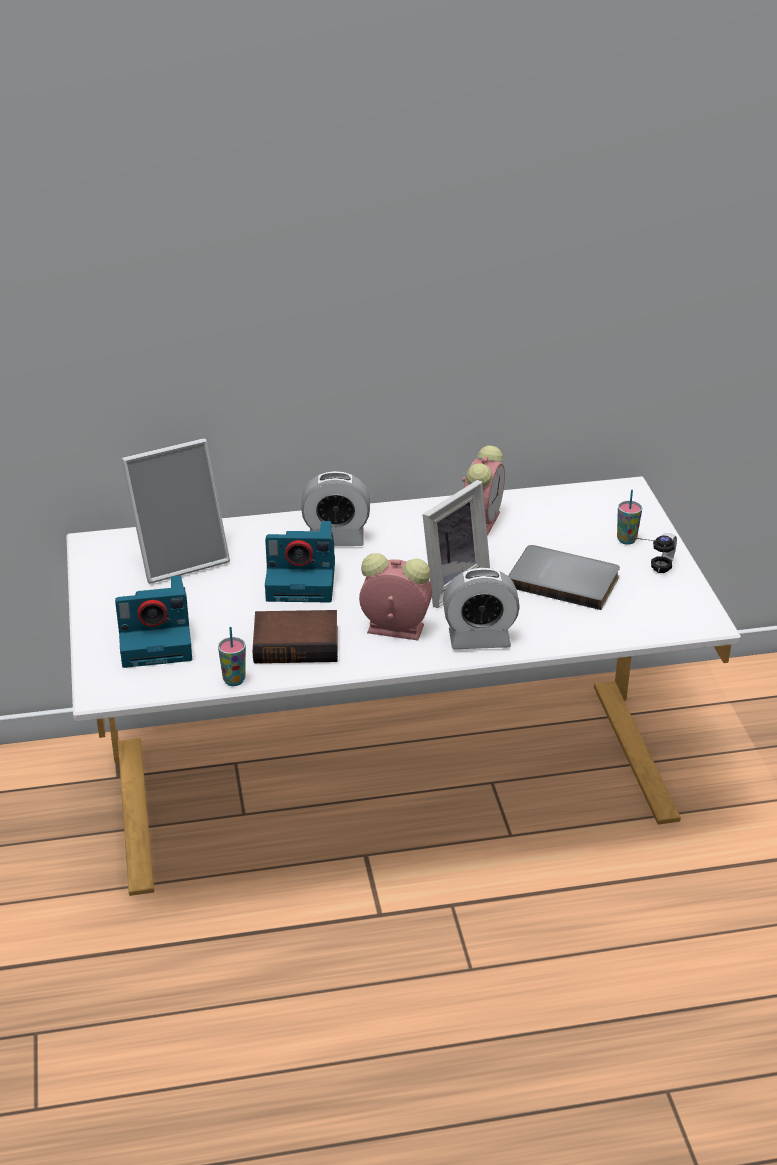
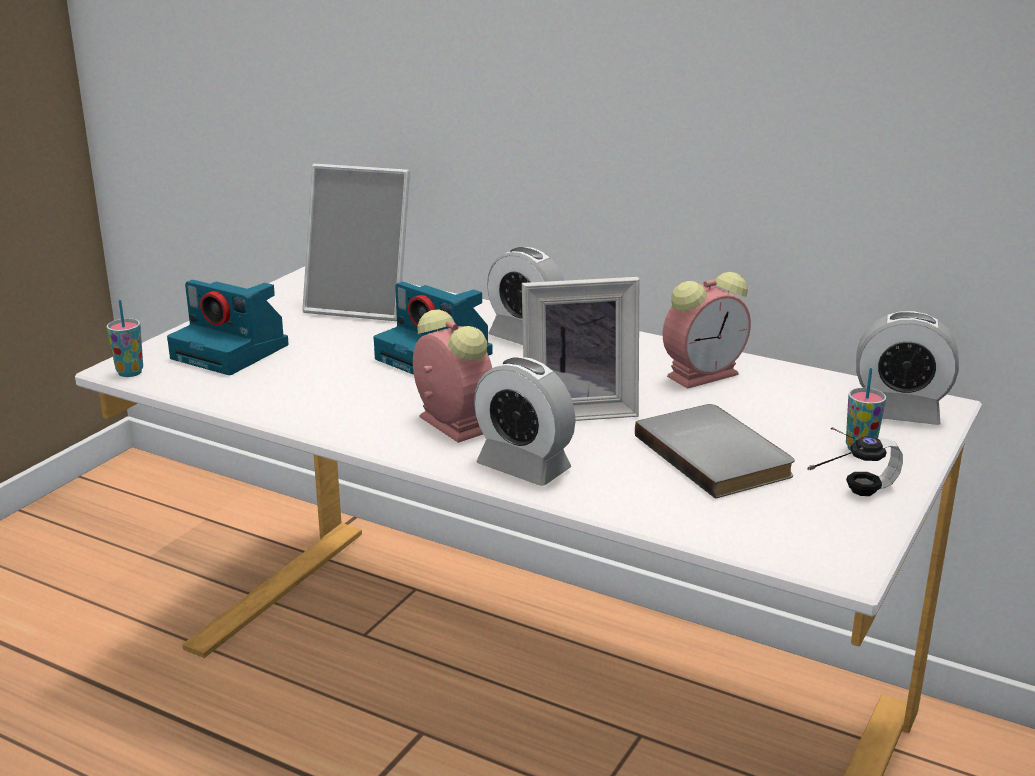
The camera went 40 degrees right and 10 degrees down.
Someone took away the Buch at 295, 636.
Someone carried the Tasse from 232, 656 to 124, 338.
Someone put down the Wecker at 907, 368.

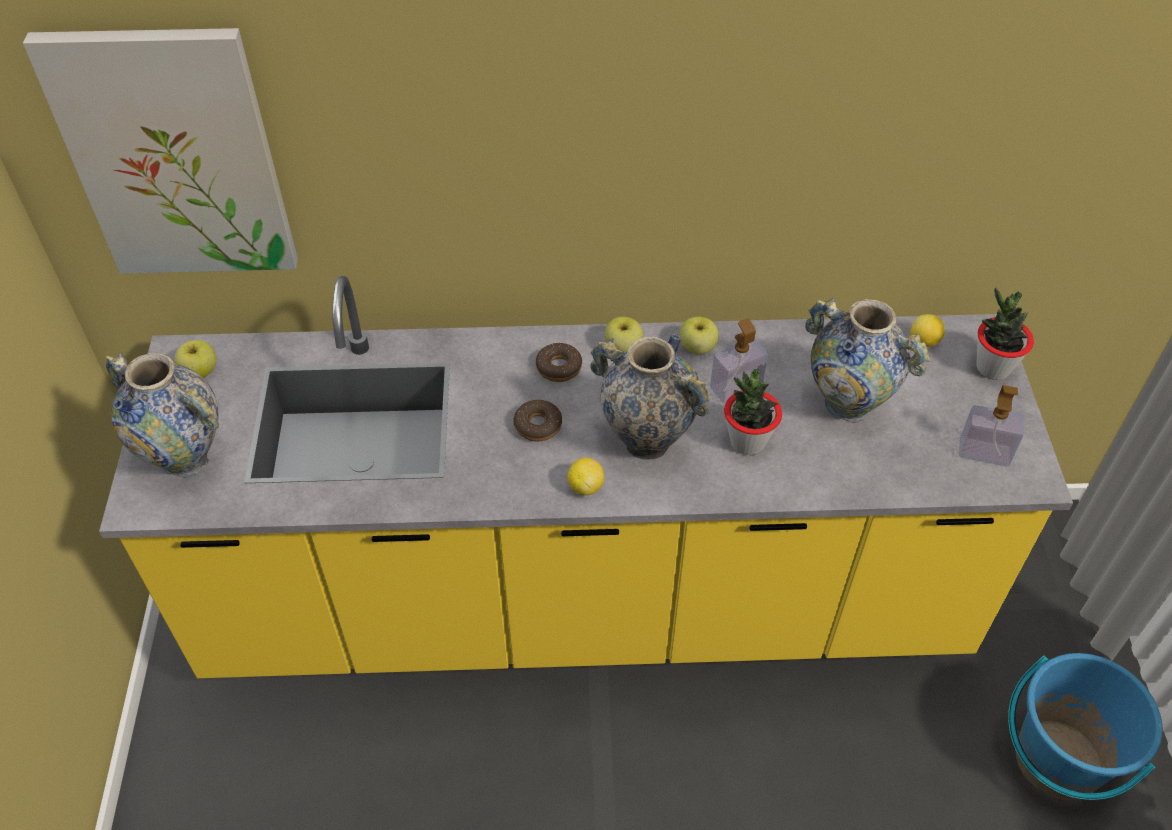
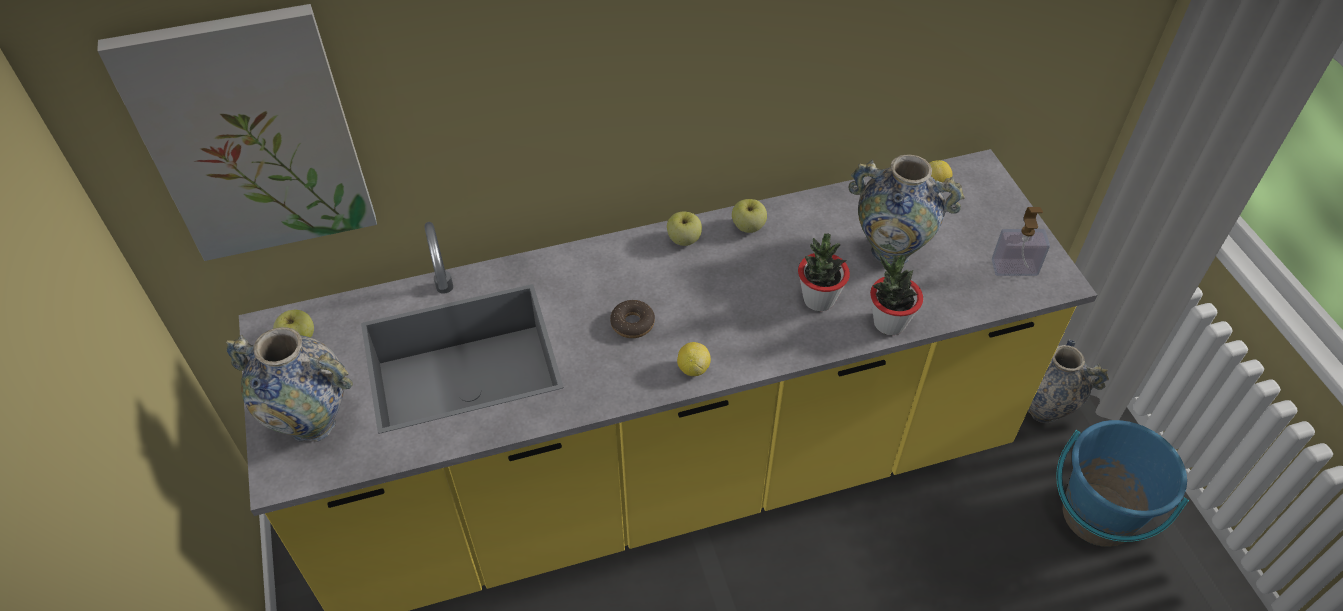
The camera went 15 degrees left and 0 degrees up.
Someone carried the Topfpflanze from 1005, 334 to 896, 295.
Someone took away the Seifenspender at 739, 360.
Someone carried the Vase from 650, 397 to 1068, 381.
Someone took away the Donut at 559, 362.

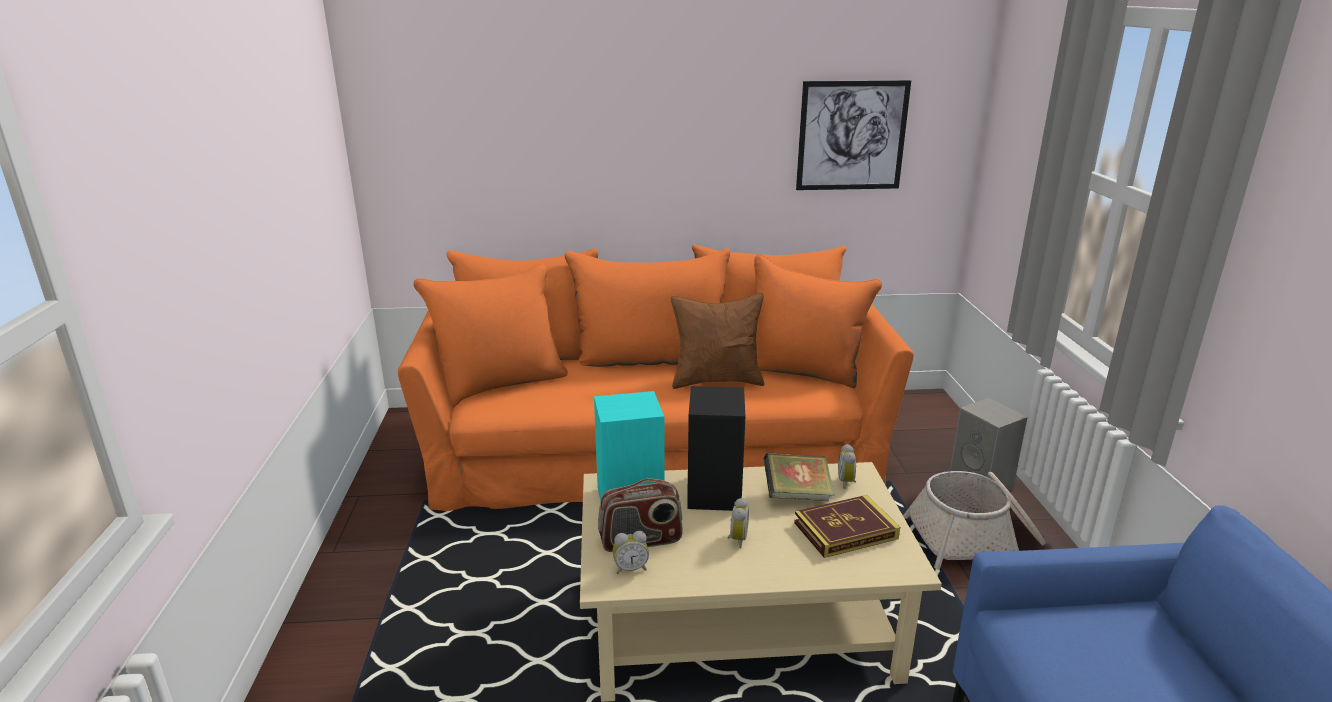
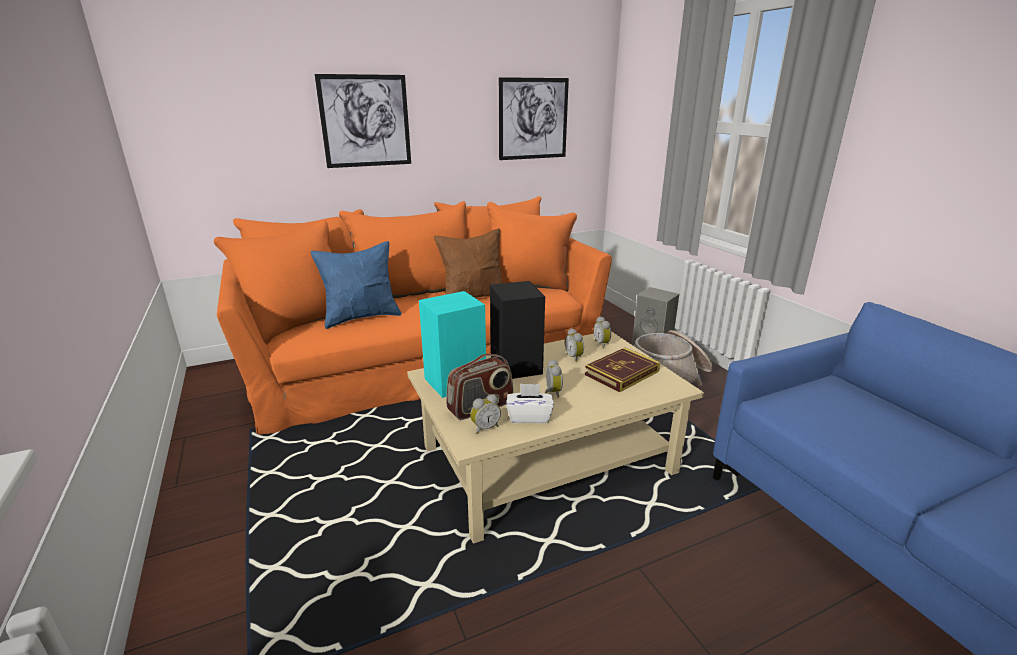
The camera went 20 degrees left and 0 degrees up.
Someone swapped the Buch at 799, 477 for the Wecker at 574, 345.
Someone put up the Bild at 363, 121.
Someone put down the Kissen (blau) at 356, 285.
Someone put down the Taschentuchbox (weiß) at 530, 403.

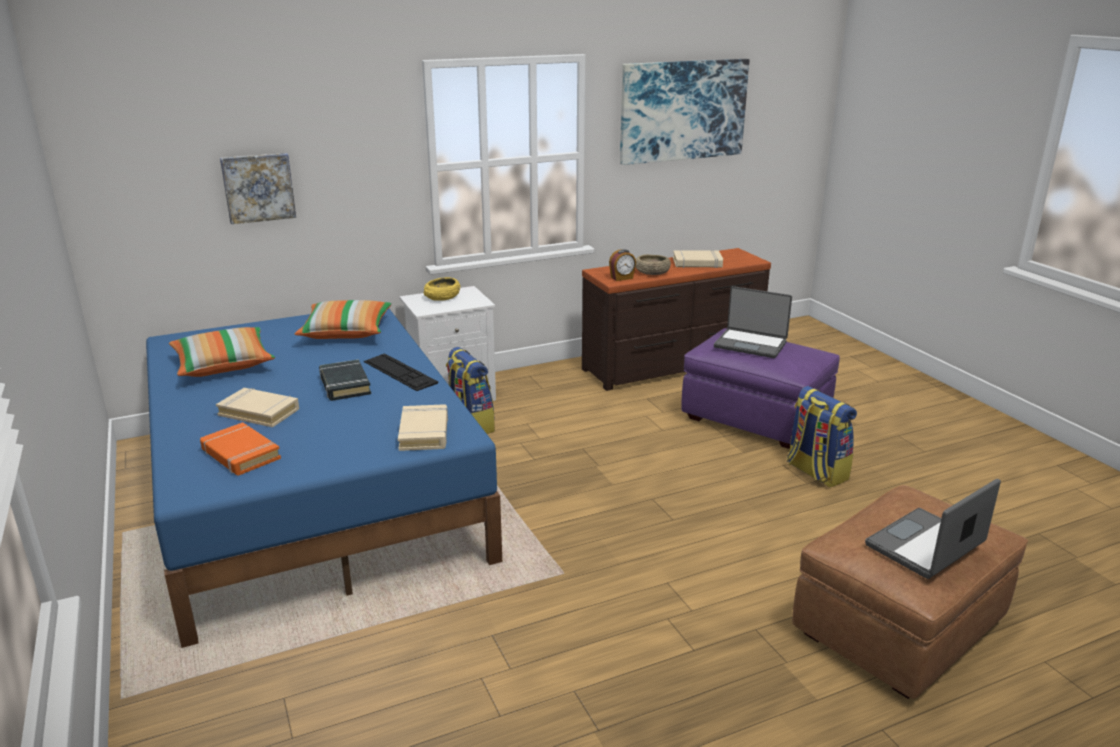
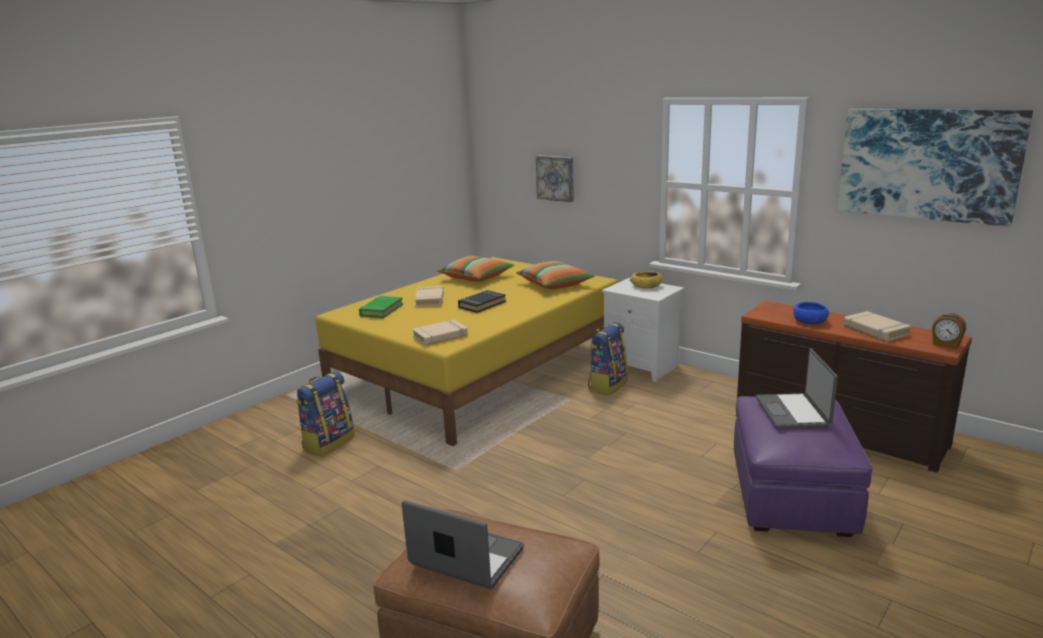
The camera went 65 degrees right and 5 degrees down.
Someone carried the Wecker from 622, 265 to 949, 331.
Someone repainted the Schüssel (beige) at 653, 264, which became the Schüssel (blau) at 811, 313.
Someone repainted the Bett (blau) at 324, 478, which became the Bett (gelb) at 467, 351.
Someone took away the Tastatur at 401, 372.
Someone carried the Rucksack from 822, 437 to 325, 414.
Someone repainted the Buch (orange) at 240, 449, which became the Buch (grün) at 381, 307.

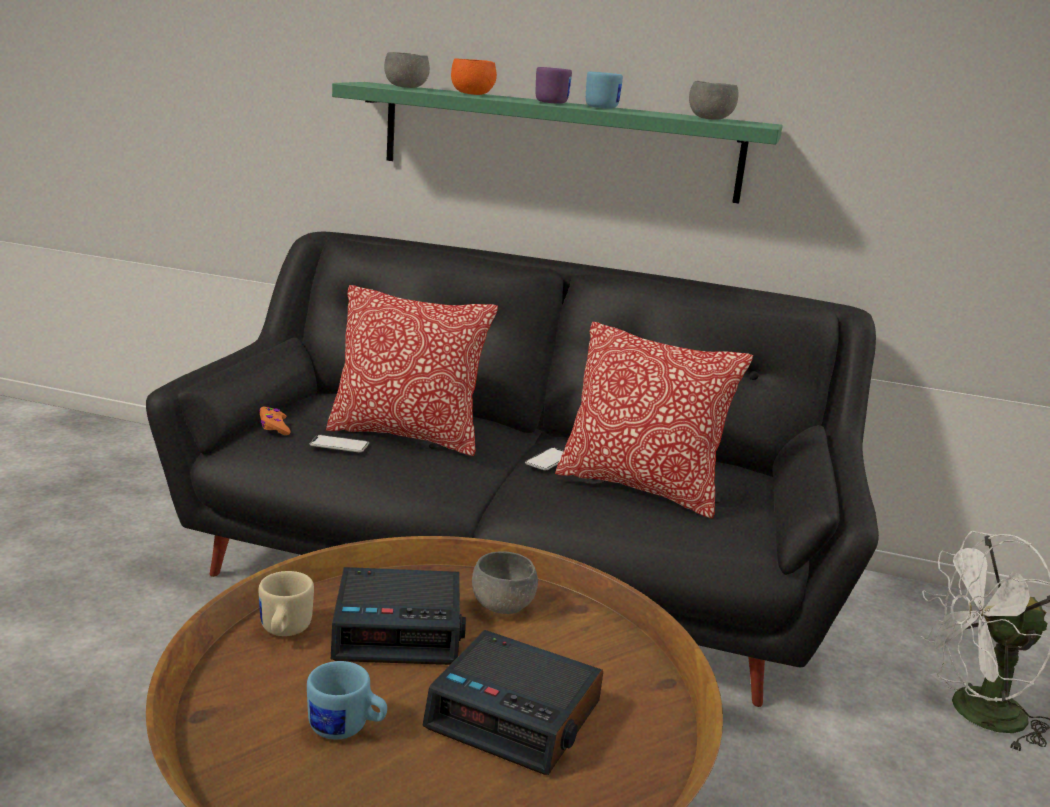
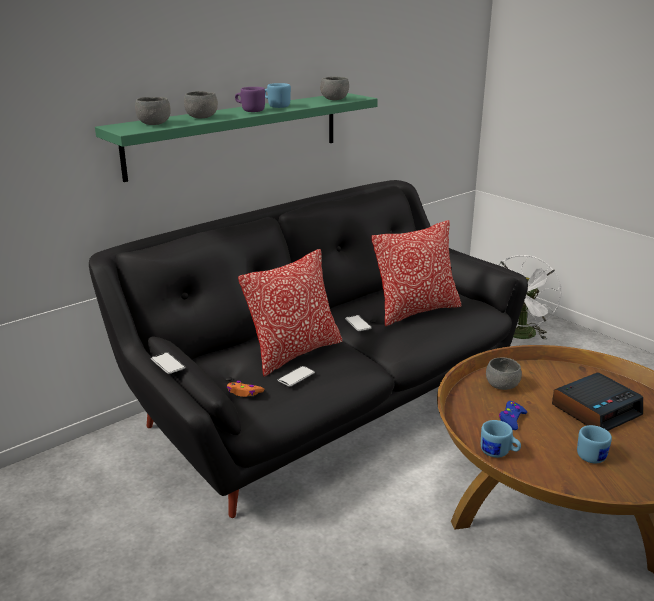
The camera went 55 degrees left and 5 degrees up.
Someone repainted the Schüssel (orange) at 474, 76, which became the Schüssel (grau) at 201, 104.
Someone swapped the Wecker at 398, 616 for the Gamepad (blau) at 513, 415.
Someone repainted the Henkelbecher (beige) at 286, 603, which became the Henkelbecher (blau) at 501, 439.
Someone put down the Handy at 168, 363.

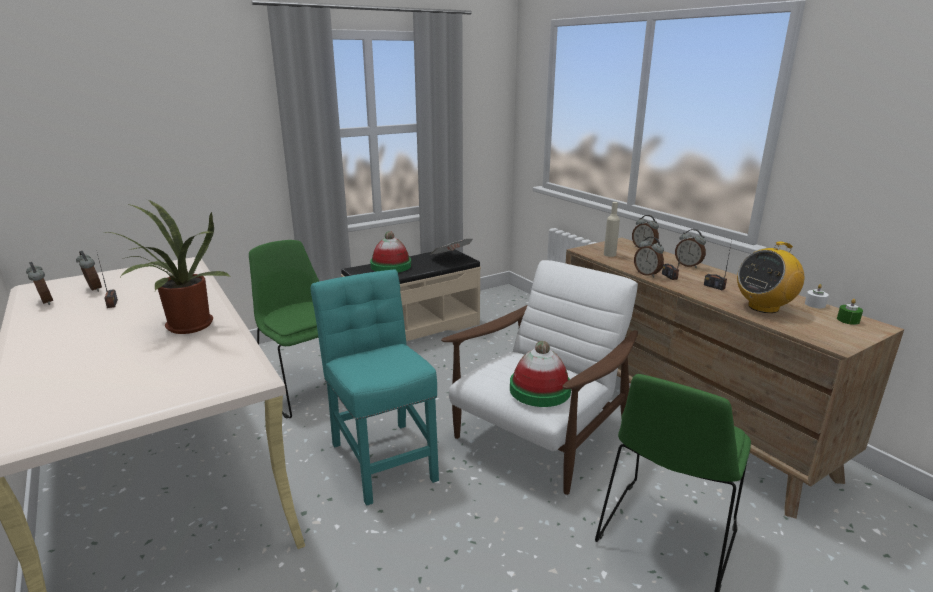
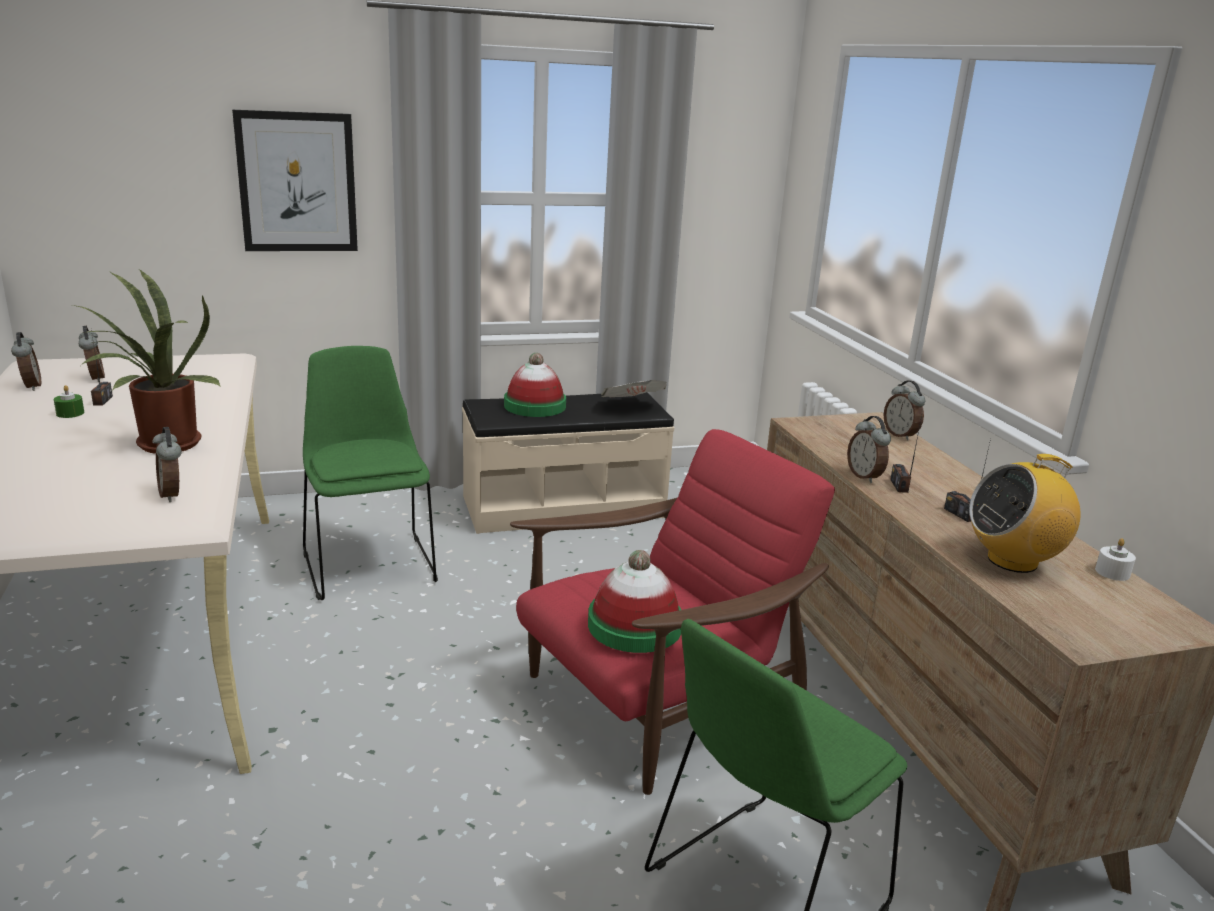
The camera went 15 degrees right and 0 degrees up.
Someone took away the Flasche (beige) at 612, 229.
Someone carried the Wecker from 690, 248 to 167, 464.
Someone repainted the Sessel (weiß) at 539, 377, which became the Sessel (rot) at 672, 612.
Someone took away the Stuhl (türkis) at 375, 388.
Someone carried the Kerze (grün) from 850, 312 to 69, 401.
Someone put up the Bild at 295, 180.

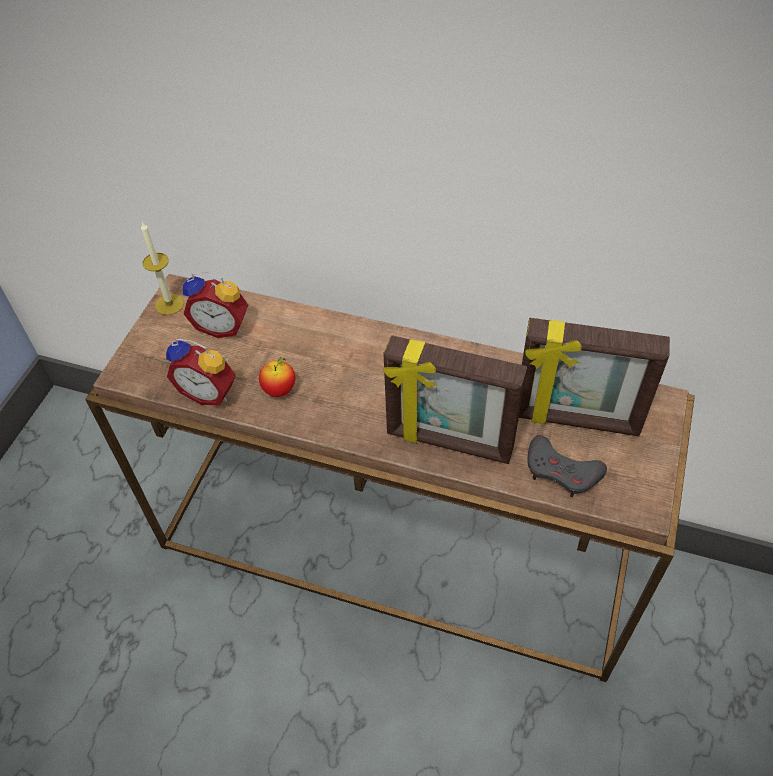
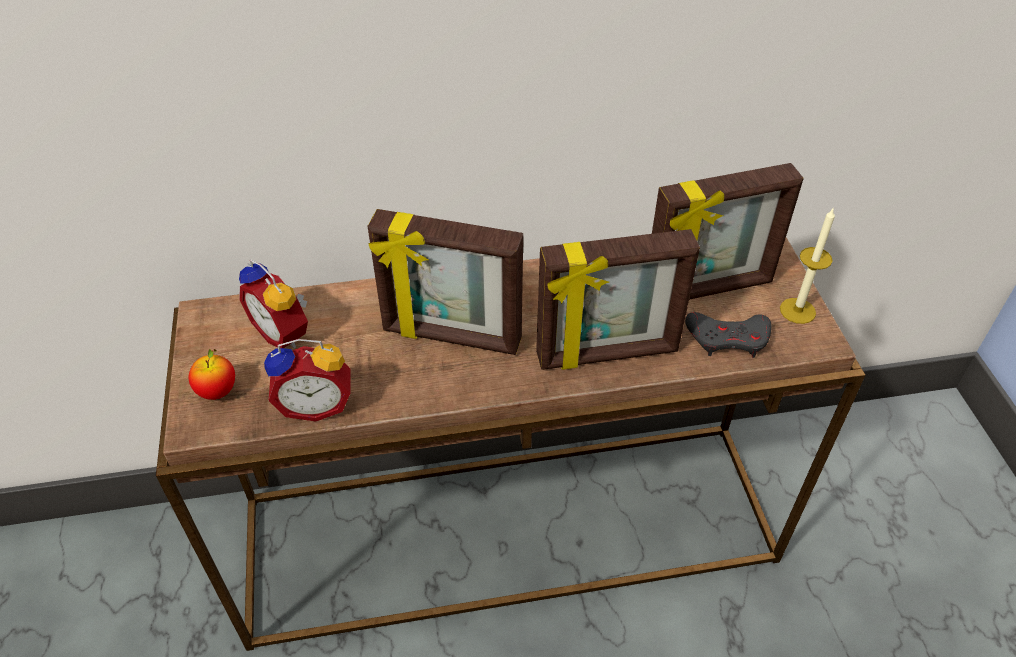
The camera went 30 degrees left and 5 degrees down.
Someone carried the Kerze from 162, 268 to 807, 265.
Someone rotated the Wecker at 215, 305 by 60 degrees clockwise.
Someone carried the Apfel from 277, 377 to 212, 374.
Someone put down the Bilderrahmen at 445, 282.

